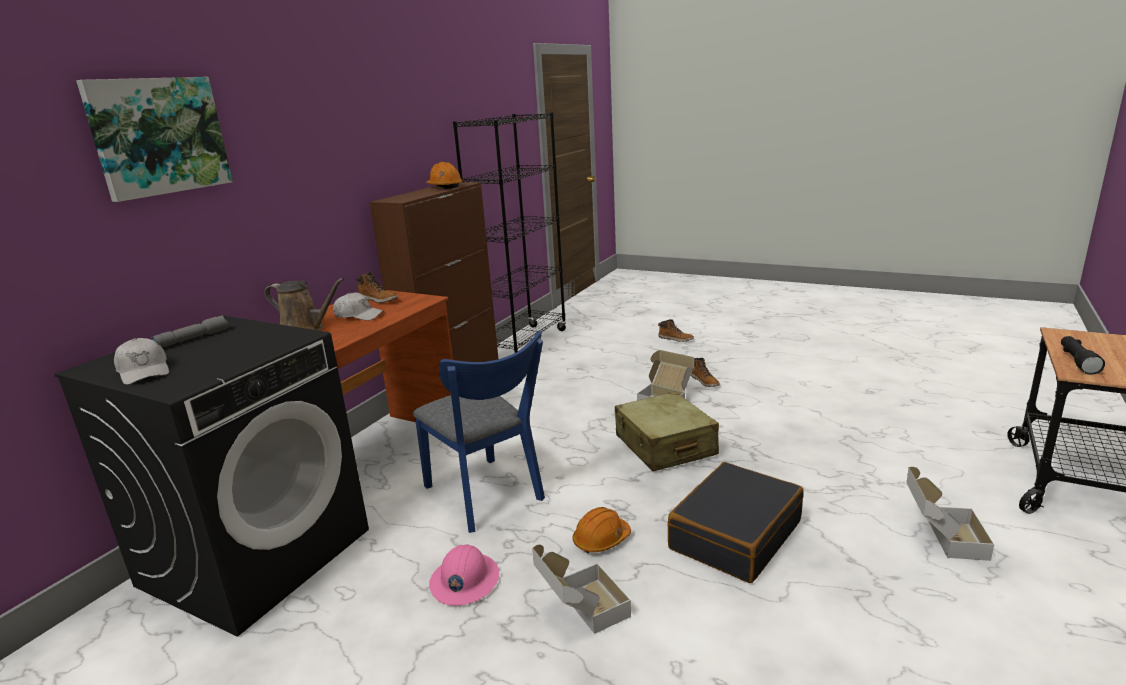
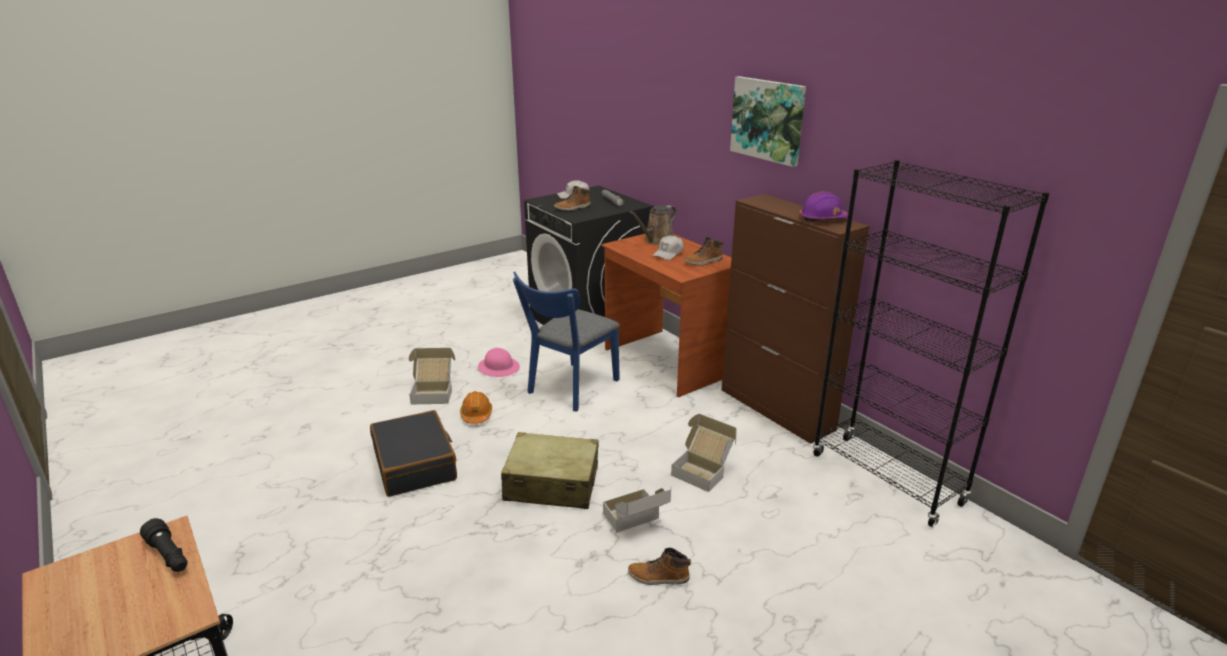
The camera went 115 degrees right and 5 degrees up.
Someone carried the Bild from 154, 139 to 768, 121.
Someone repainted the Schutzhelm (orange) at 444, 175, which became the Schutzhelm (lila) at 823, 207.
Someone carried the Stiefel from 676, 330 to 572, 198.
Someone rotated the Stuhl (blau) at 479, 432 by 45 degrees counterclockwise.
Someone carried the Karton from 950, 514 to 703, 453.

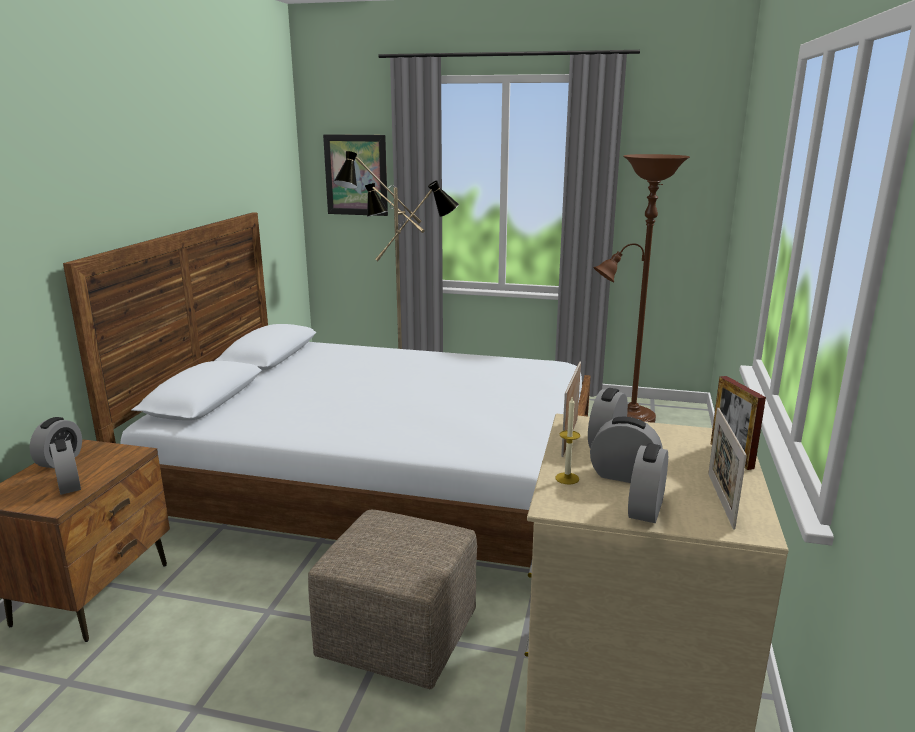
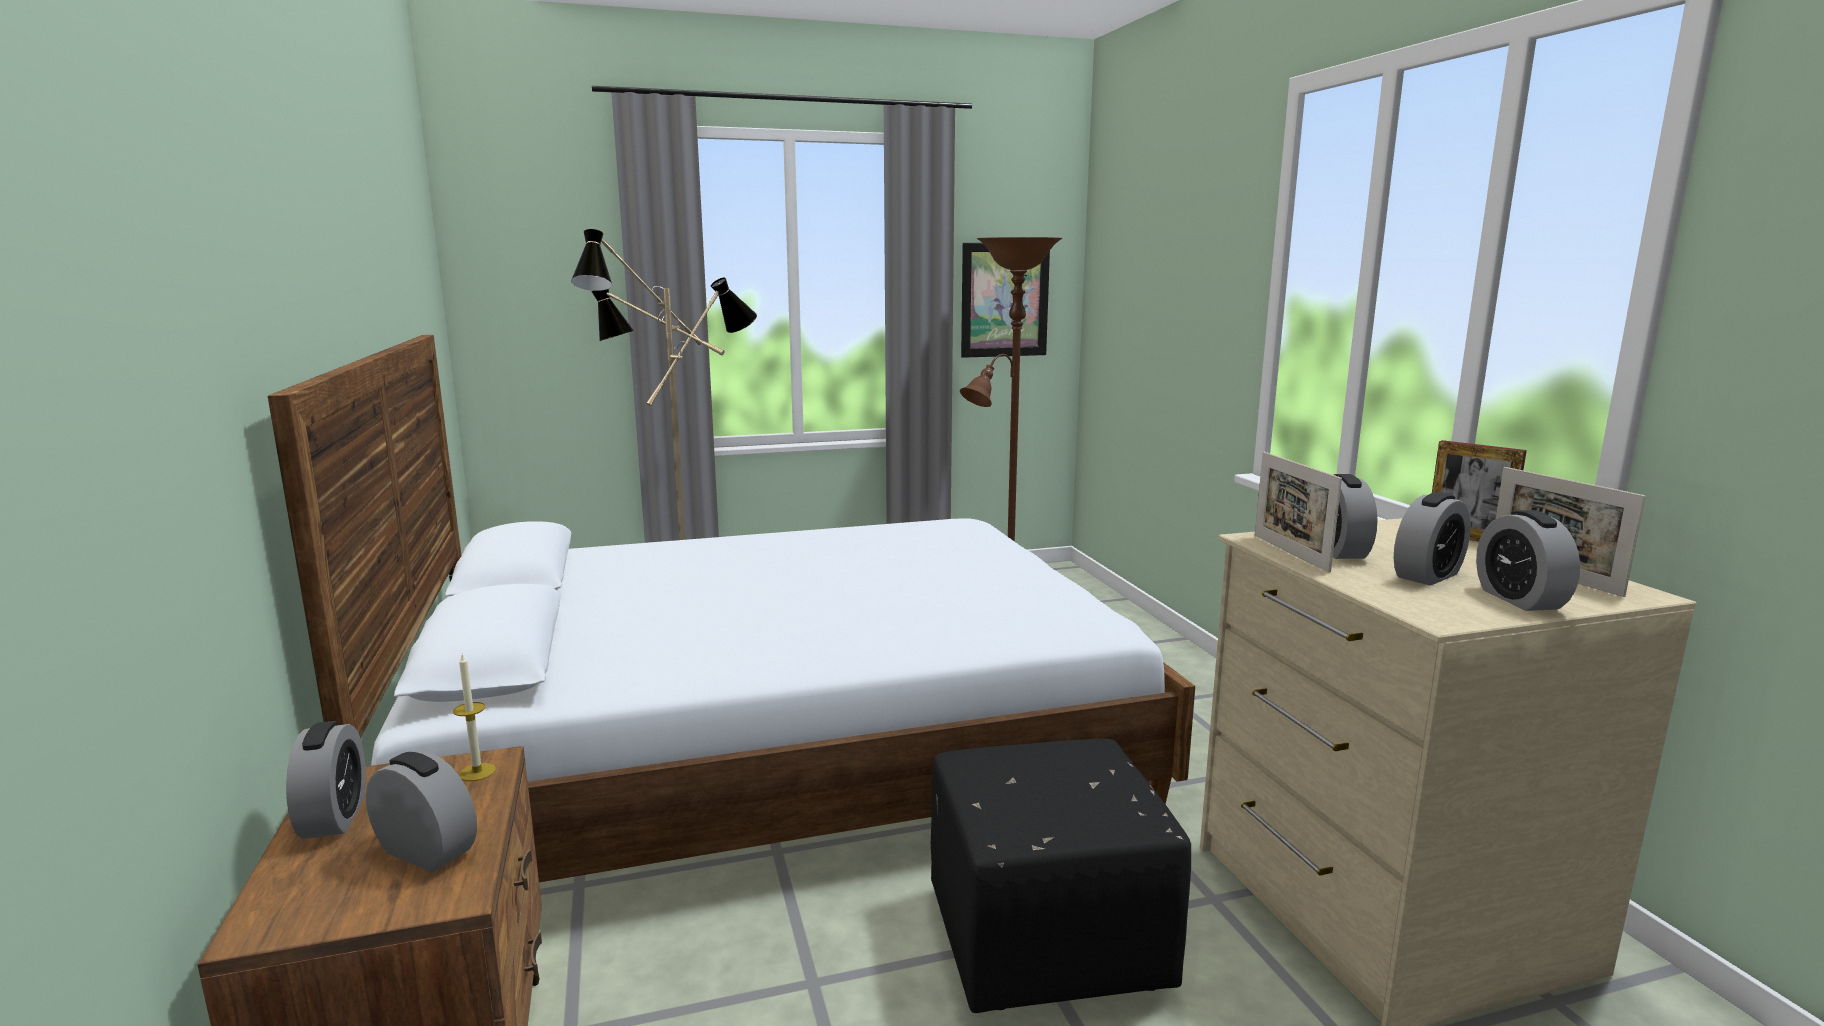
The camera went 30 degrees left and 5 degrees down.
Someone carried the Bild from 355, 175 to 1005, 300.
Someone carried the Kerze from 568, 440 to 474, 717.
Someone rotated the Wecker at 626, 450 by 150 degrees clockwise.
Someone repainted the Polsterhocker (beige) at 392, 599, which became the Polsterhocker (schwarz) at 1061, 876.

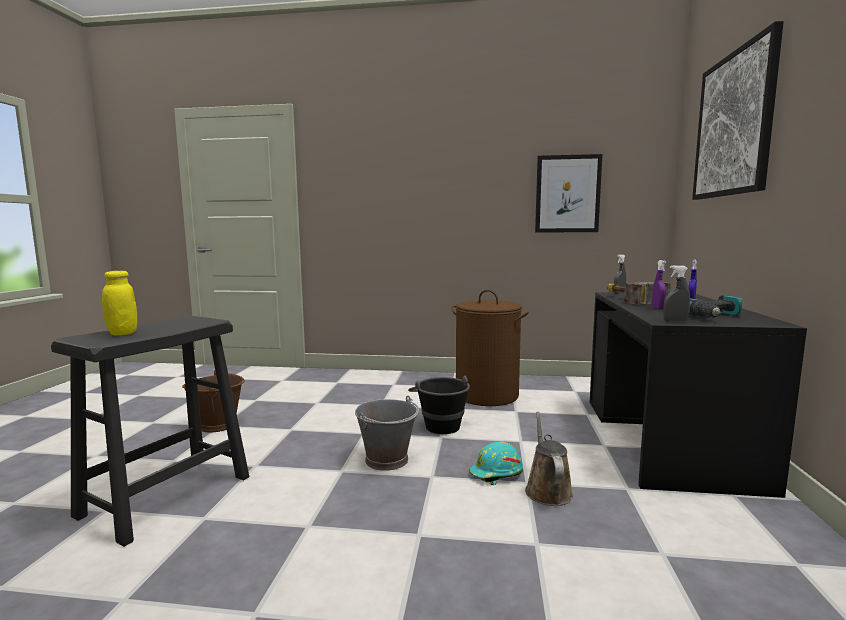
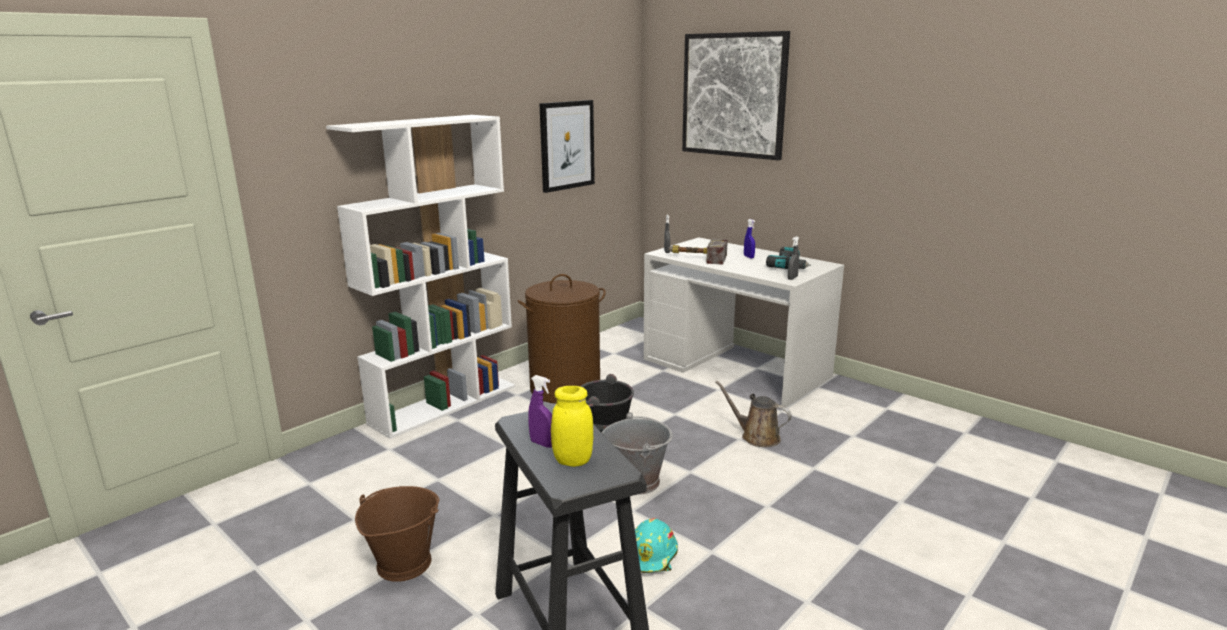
The camera went 55 degrees left and 10 degrees up.
Someone carried the Sprühflasche (lila) from 659, 284 to 540, 411.
Someone repainted the Schreibtisch (schwarz) at 698, 395, which became the Schreibtisch (weiß) at 744, 322.
Someone carried the Schutzhelm (türkis) from 496, 463 to 656, 545.
Someone put down the Bücherregal (weiß) at 420, 277.

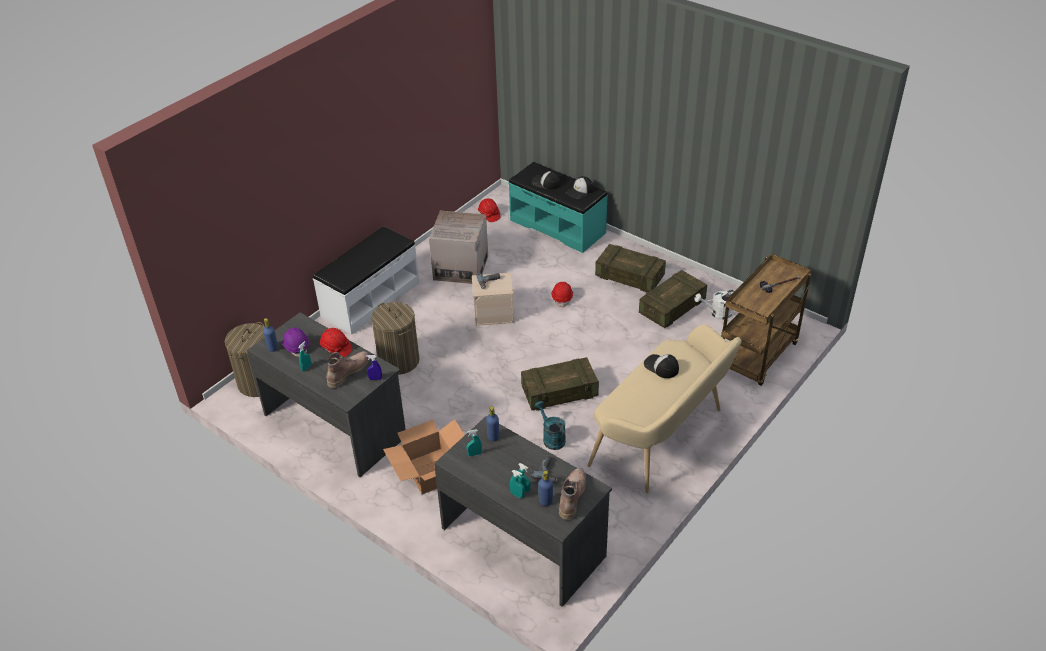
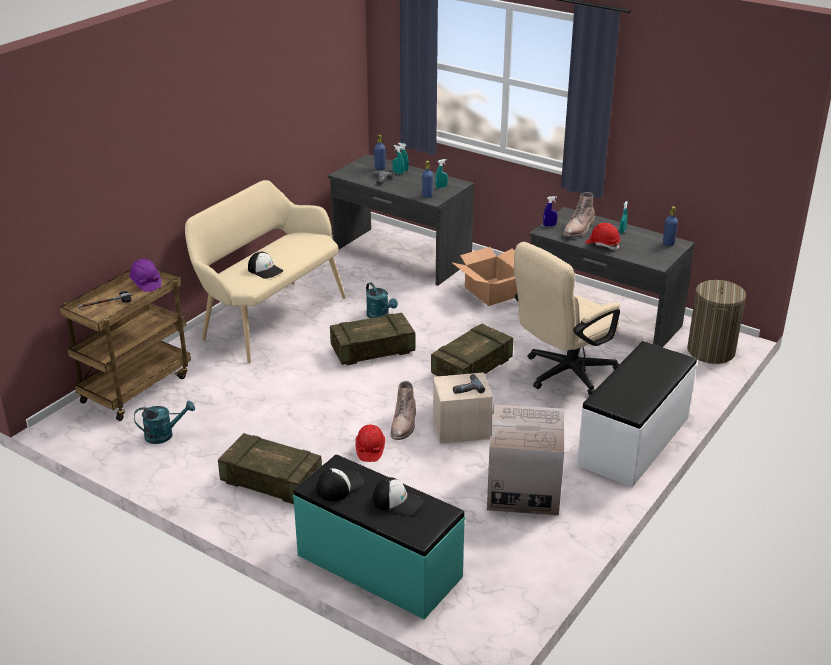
The camera went 175 degrees right and 10 degrees down.
Someone took away the Schutzhelm (rot) at 489, 210.
Someone carried the Kiste from 673, 299 to 472, 350.
Someone repainted the Gießkanne (weiß) at 715, 305, which became the Gießkanne (türkis) at 164, 422.
Someone swapped the Wäschekorb at 395, 338 for the Bürostuhl (beige) at 567, 319.
Someone carried the Schutzhelm (lila) from 295, 342 to 145, 275.
Someone carried the Stiefel (braun) from 572, 494 to 403, 410.

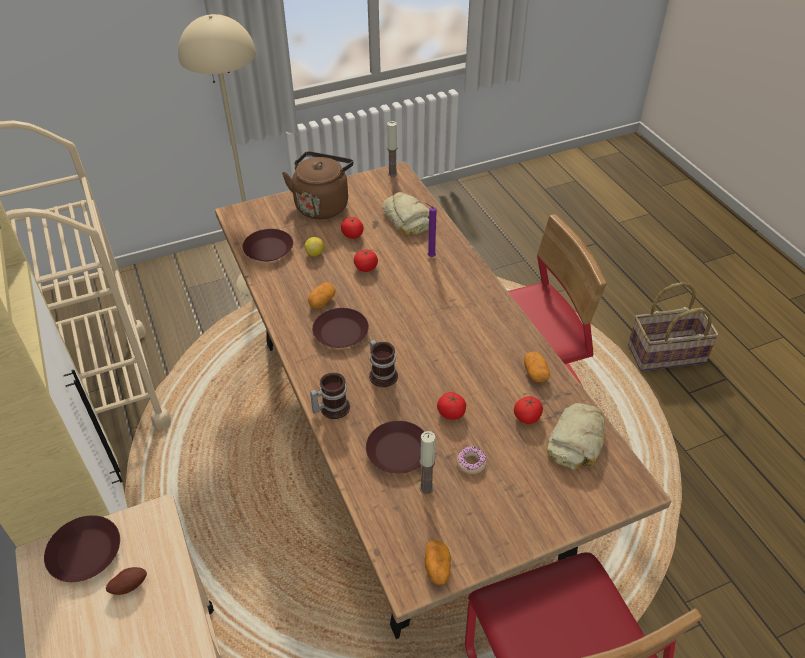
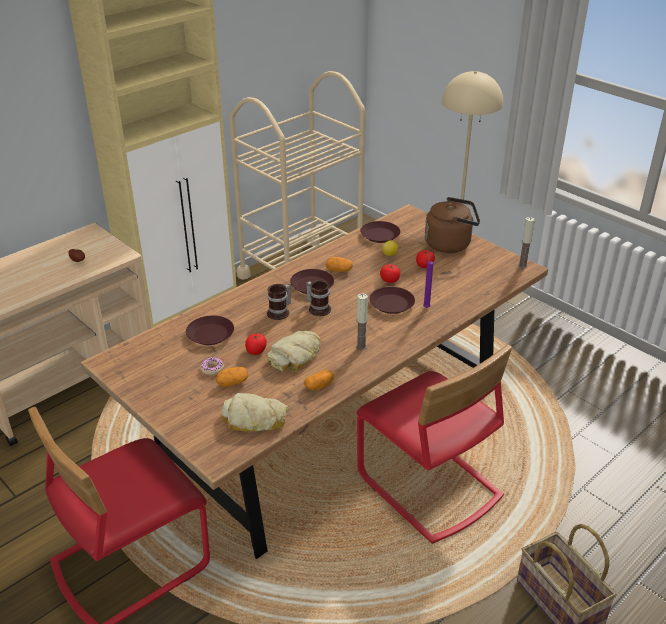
The camera went 70 degrees right and 10 degrees down.
Someone carried the Brot from 406, 213 to 293, 351.
Someone carried the Henkelbecher from 330, 396 to 318, 298.
Someone took away the Tomate at 528, 410.
Someone carried the Kerze from 427, 462 to 362, 321.
Someone carried the Teller (braun) from 82, 548 to 392, 300.
Someone carried the Kartoffel from 438, 562 to 232, 377.

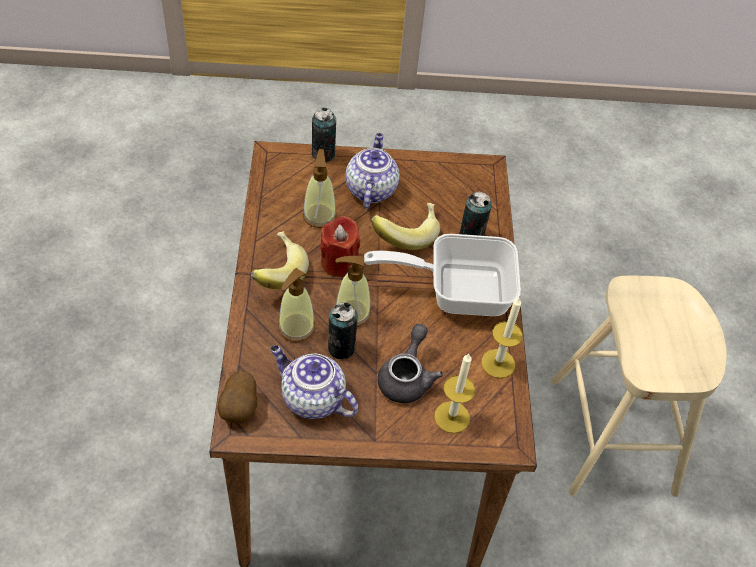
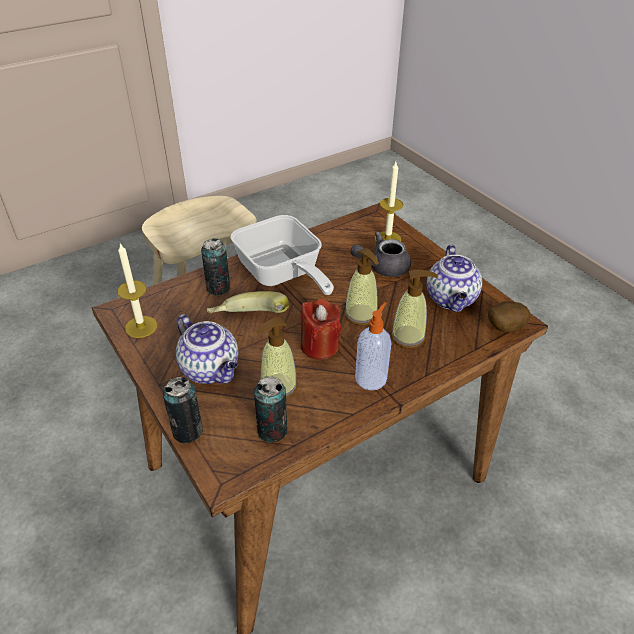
The camera went 120 degrees left and 10 degrees down.
Someone rotated the Teekanne at 372, 171 by 105 degrees counterclockwise.
Someone swapped the Banane at 280, 260 for the Seifenspender at 373, 346.
Someone carried the Kerze from 502, 338 to 137, 290.
Someone carried the Dose from 343, 331 to 271, 409.

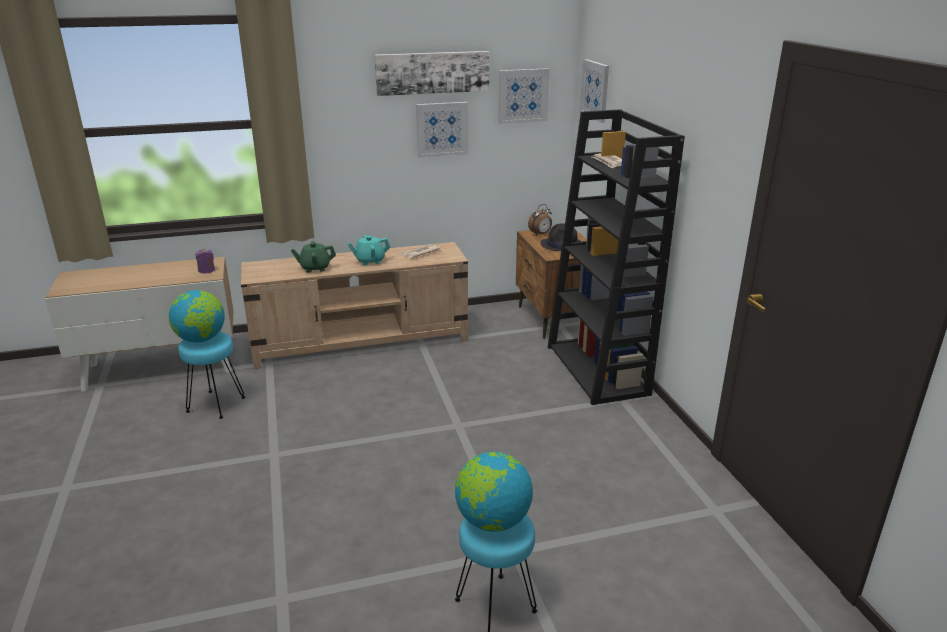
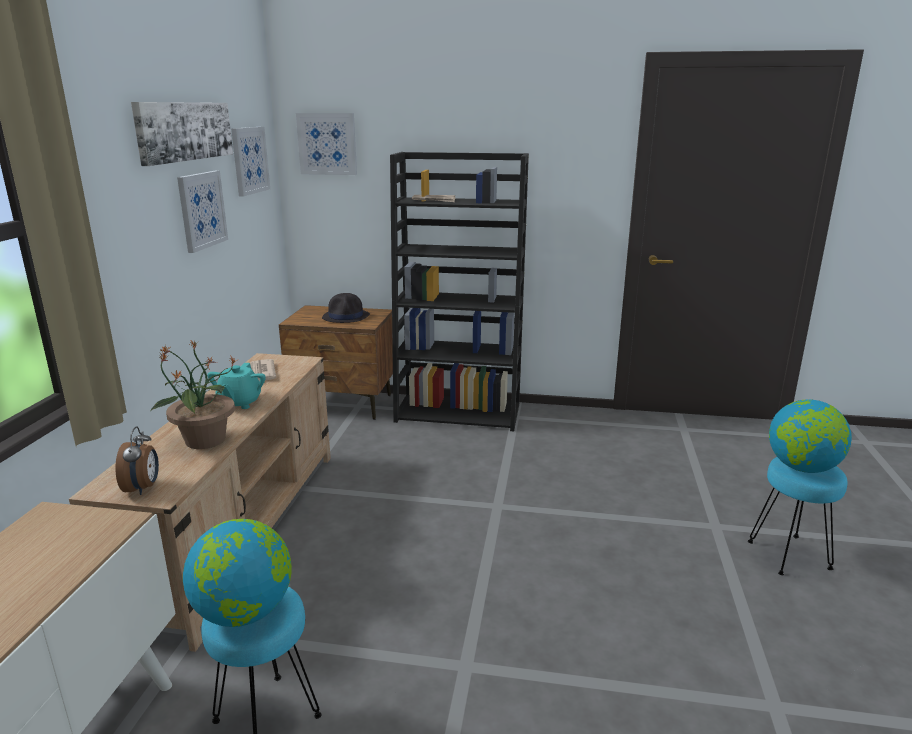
The camera went 65 degrees left and 5 degrees down.
Someone carried the Wecker from 540, 220 to 137, 460.
Someone swapped the Teekanne (grün) at 313, 257 for the Topfpflanze at 194, 394.
Someone took away the Kerze (lila) at 205, 261.

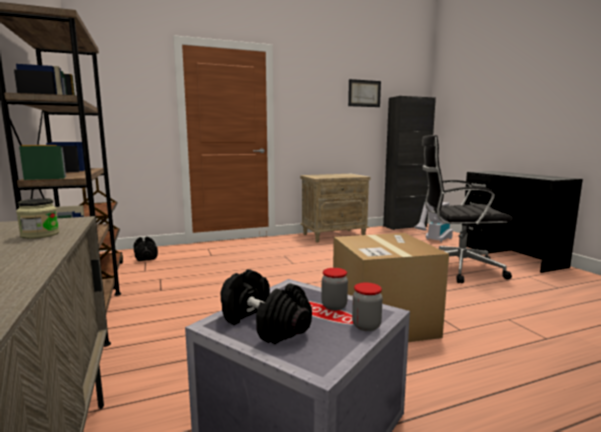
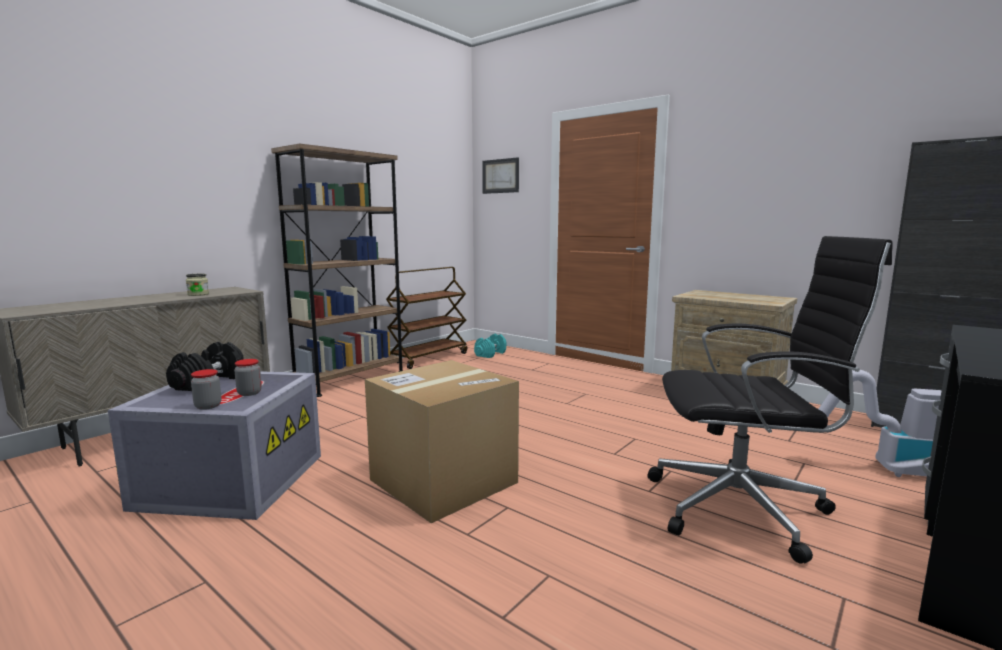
The camera went 60 degrees right and 0 degrees up.
Someone carried the Bild from 364, 93 to 500, 175.
Someone rotated the Bürostuhl (schwarz) at 467, 209 by 120 degrees clockwise.
Someone repainted the Hantel (schwarz) at 145, 249, which became the Hantel (türkis) at 490, 345.

